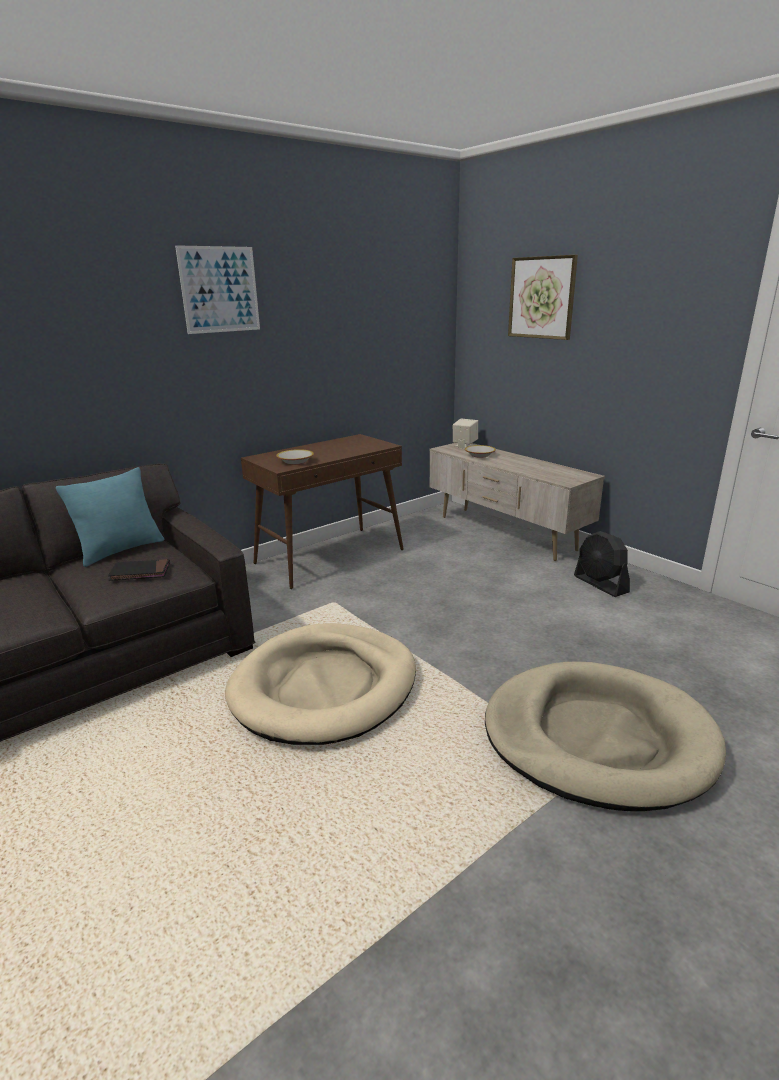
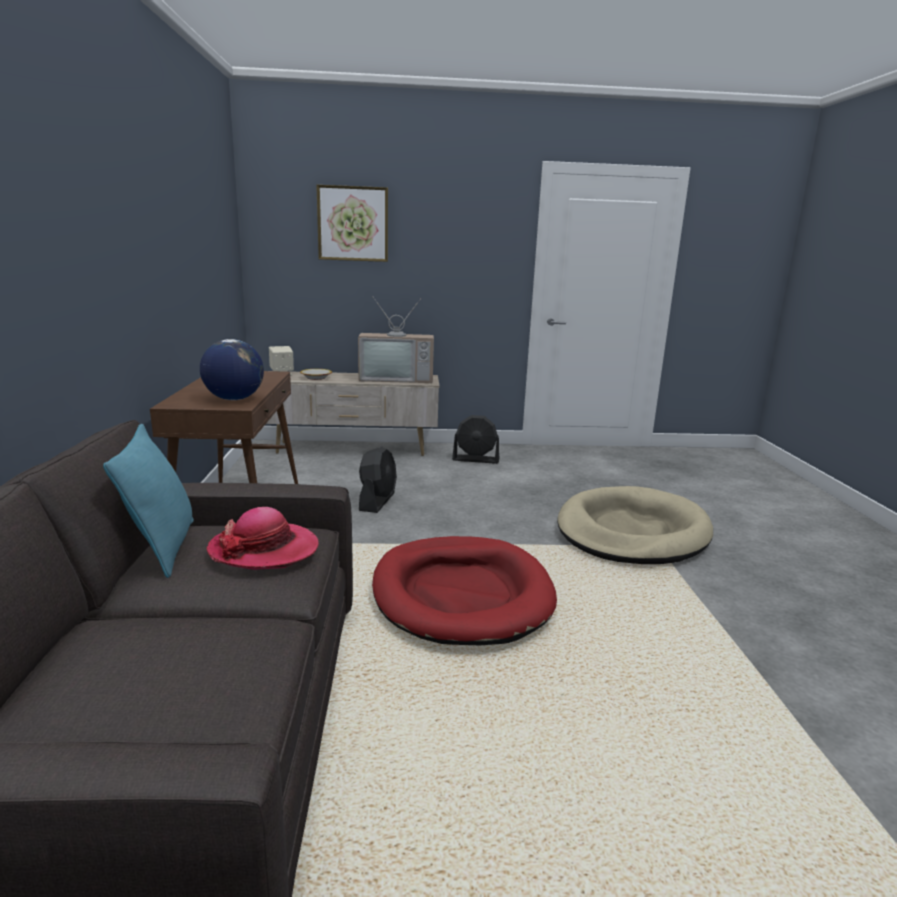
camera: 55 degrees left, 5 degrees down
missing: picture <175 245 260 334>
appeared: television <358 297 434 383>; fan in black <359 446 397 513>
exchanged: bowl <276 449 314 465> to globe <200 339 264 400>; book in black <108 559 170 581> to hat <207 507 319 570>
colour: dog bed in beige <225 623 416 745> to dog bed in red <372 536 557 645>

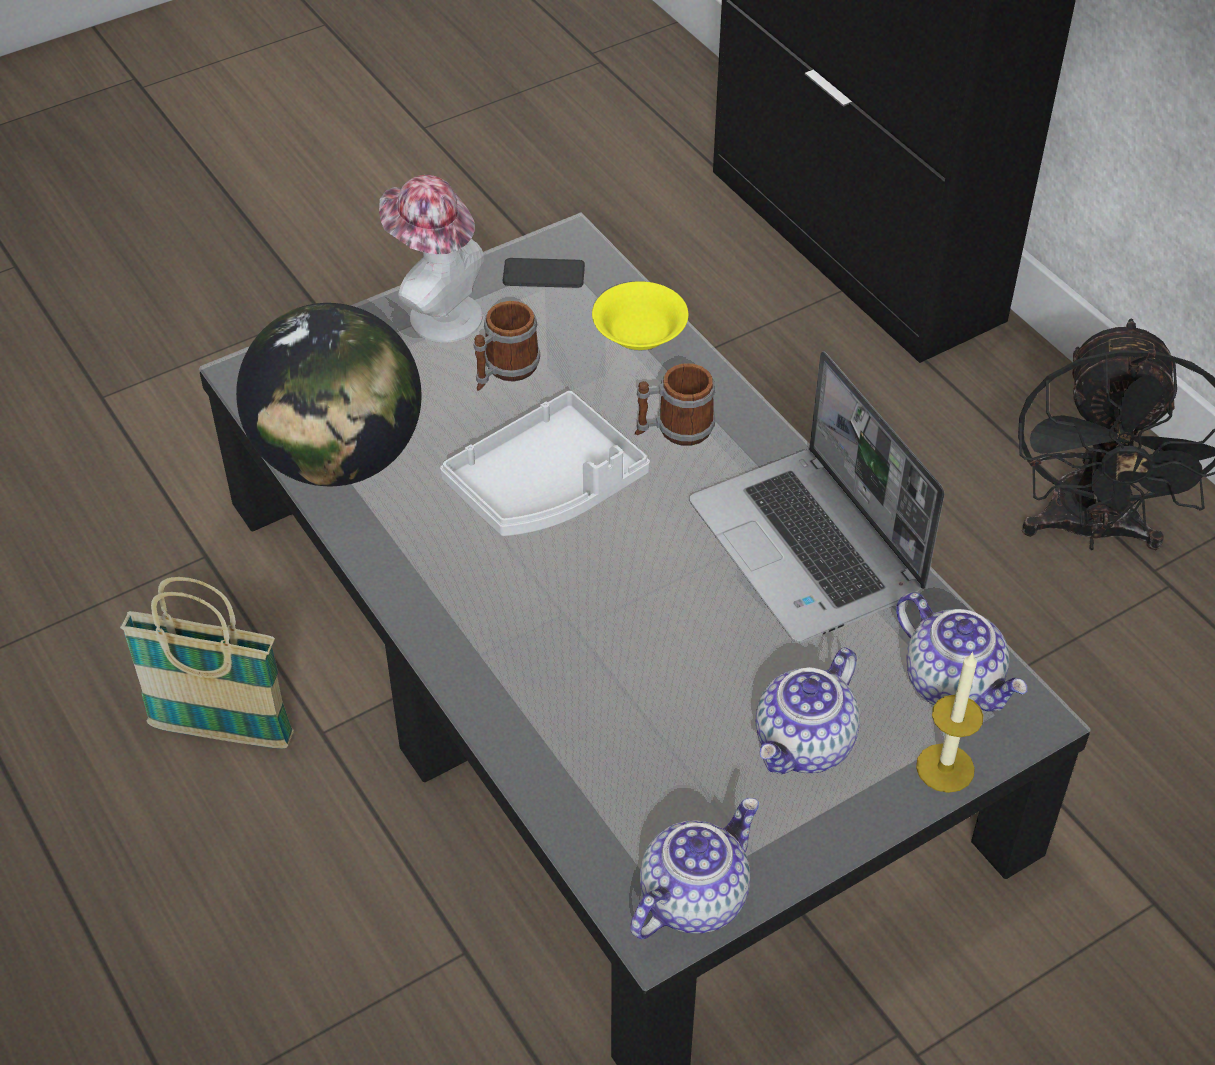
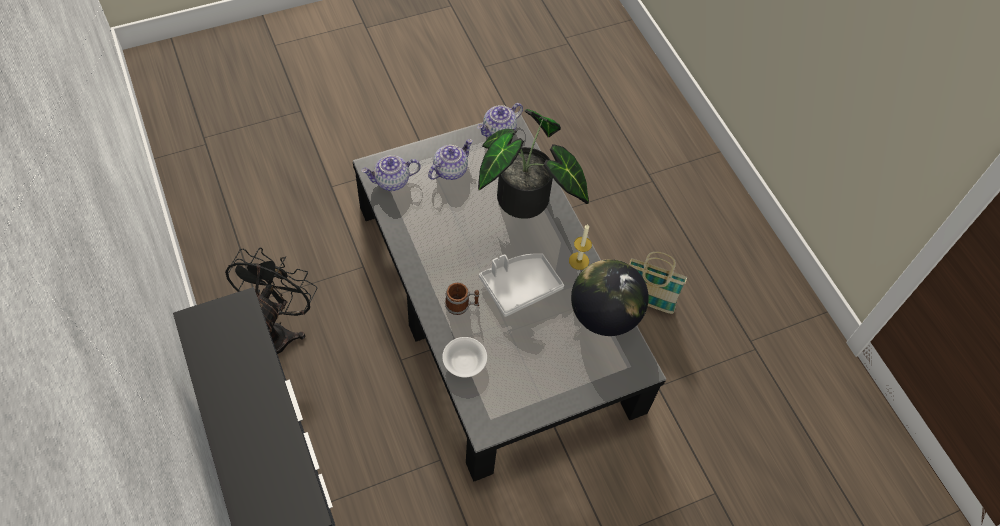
camera: 175 degrees left, 10 degrees up
missing: hat <379 175 484 343>; mug <474 301 540 391>; phone <503 258 585 288>; laptop <689 351 944 643>
appeared: potted plant <478 109 589 219>
relocated: candle <916 651 984 793> to <569 224 592 270>
colour: bowl in yellow <592 281 688 350> to bowl in white <442 337 487 377>
spun: teapot <896 592 1027 711> = <361 155 421 191> 75 degrees counterclockwise

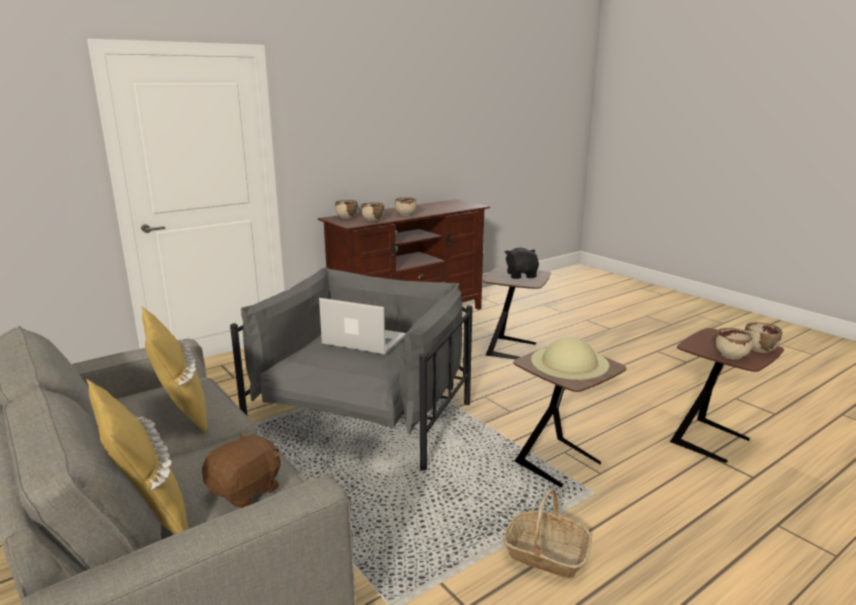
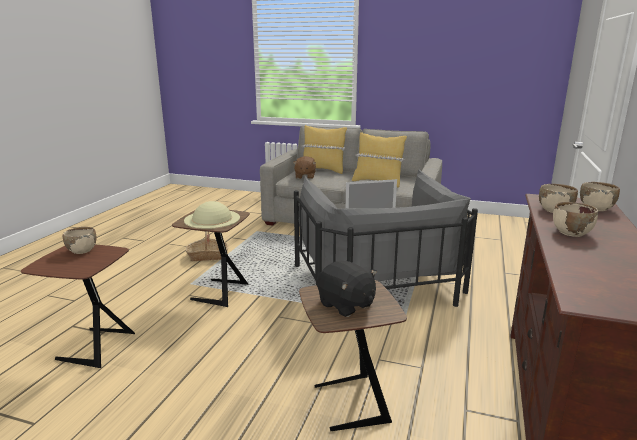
camera: 145 degrees right, 0 degrees up
missing: bowl in beige <745 322 782 353>

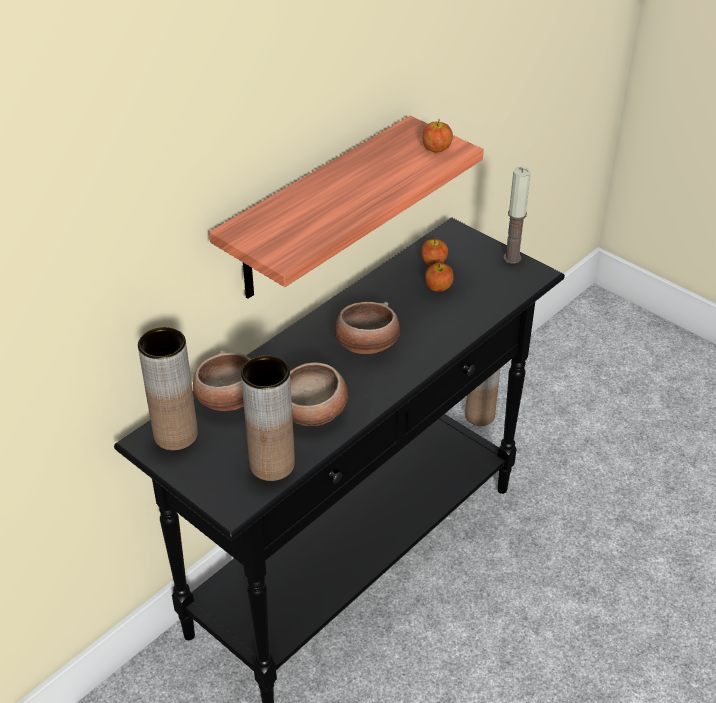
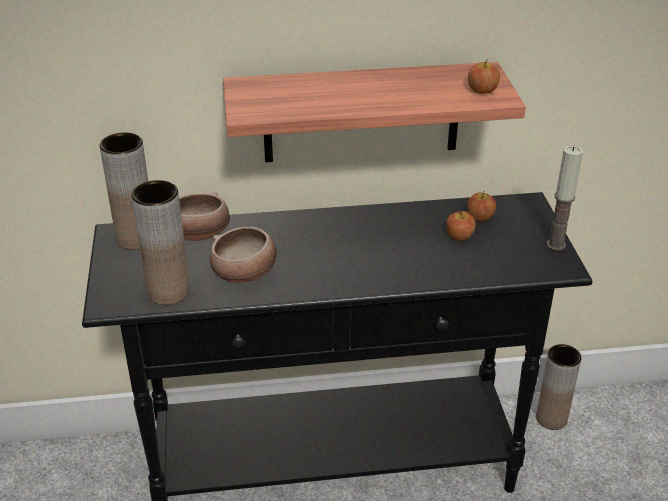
camera: 40 degrees right, 5 degrees down
missing: bowl <335 302 400 354>

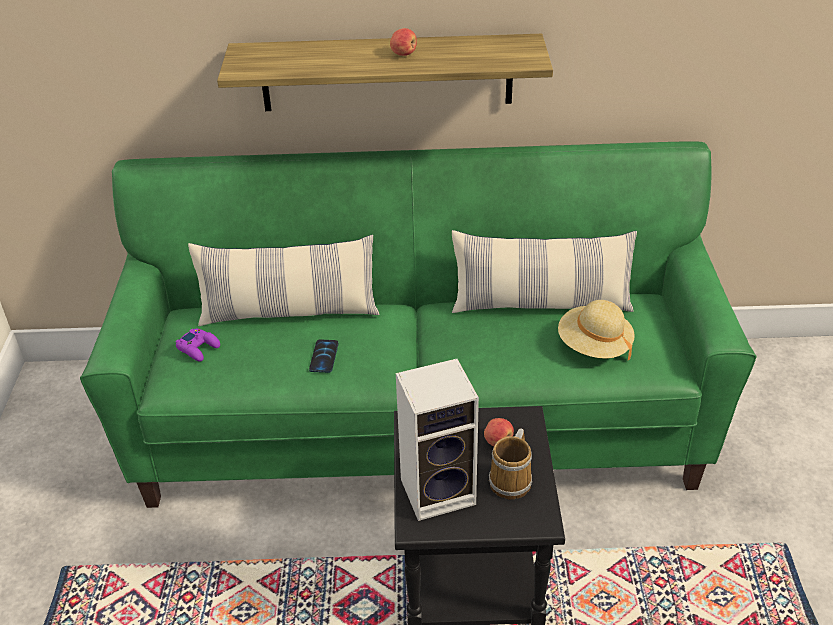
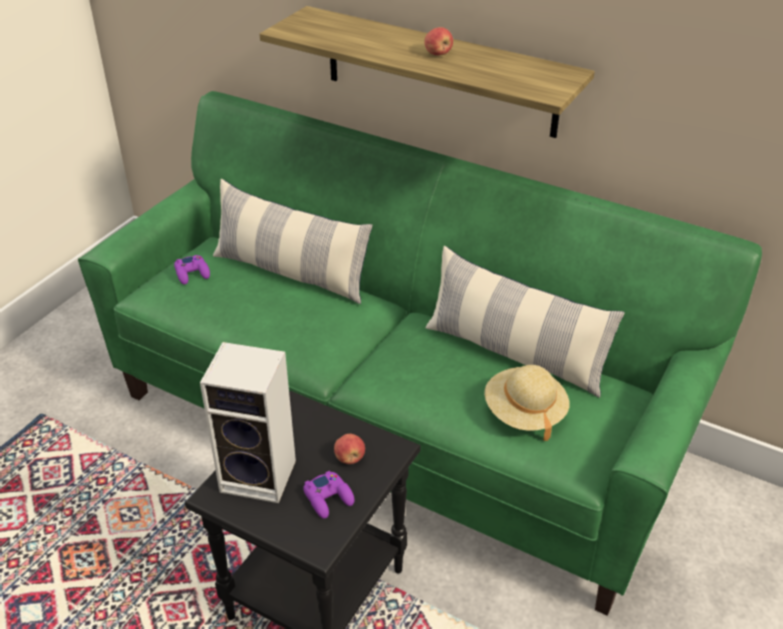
camera: 30 degrees right, 0 degrees up
missing: phone <309 340 338 373>
exchanged: mug <489 428 532 500> to game controller in purple <303 471 354 519>

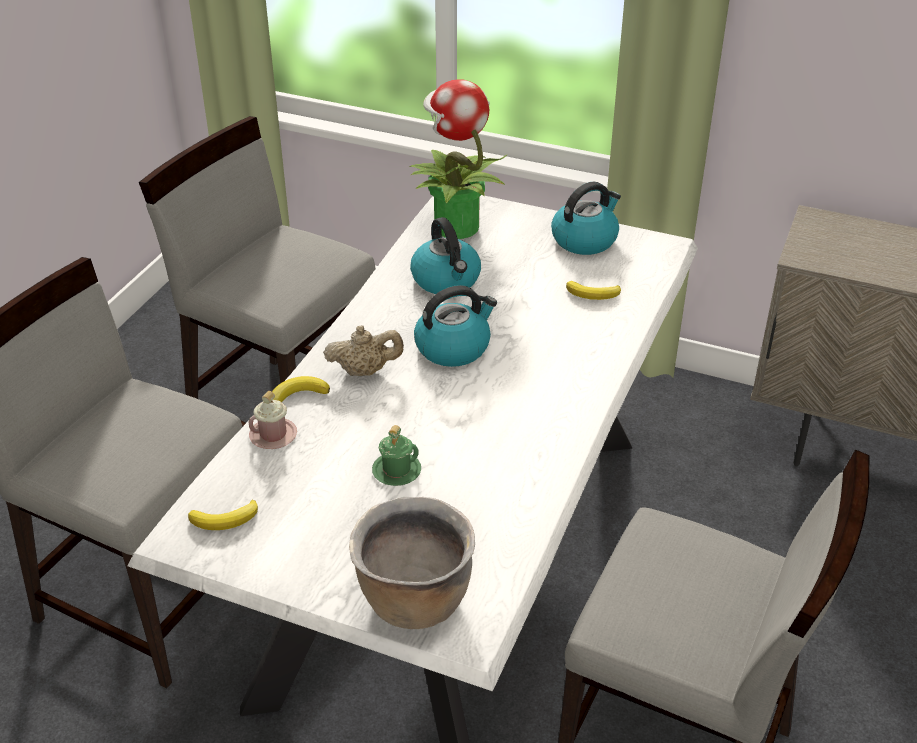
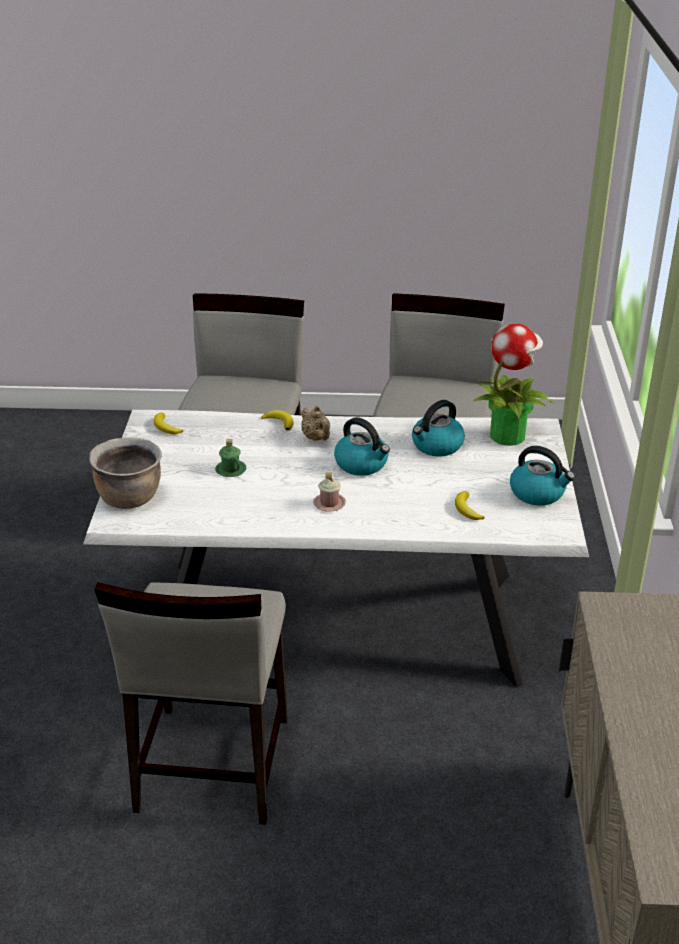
camera: 70 degrees right, 5 degrees down
relocated: mug in pink <249 391 297 449> to <313 472 346 512>

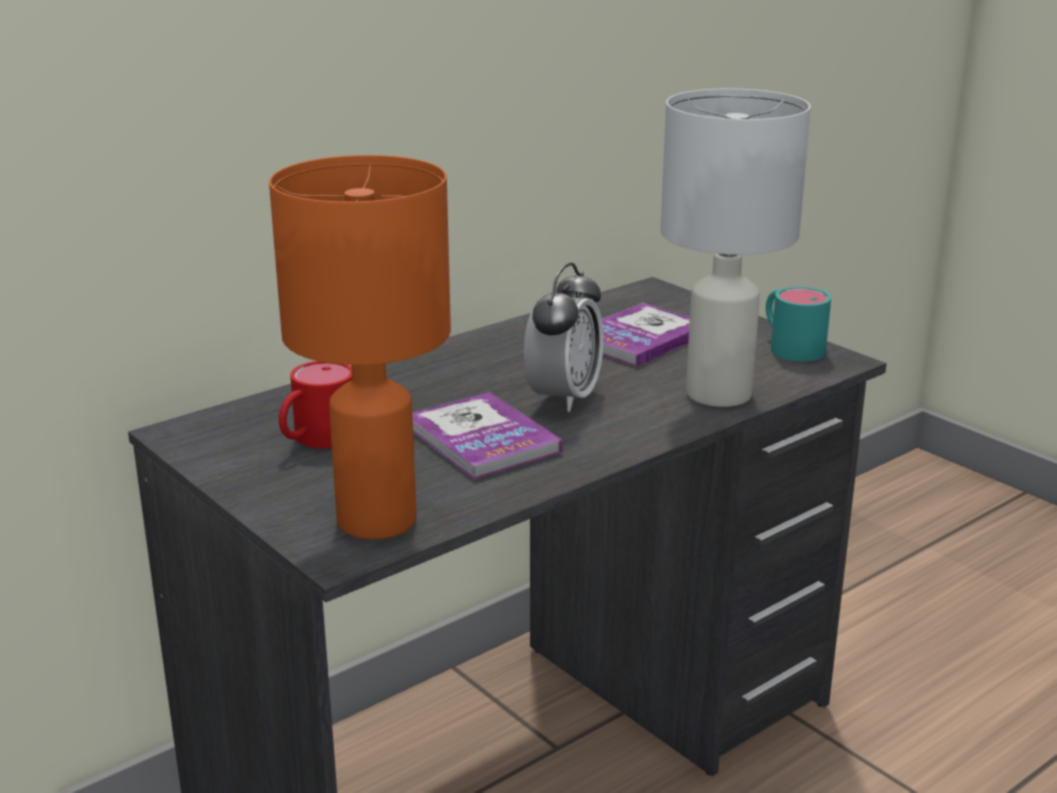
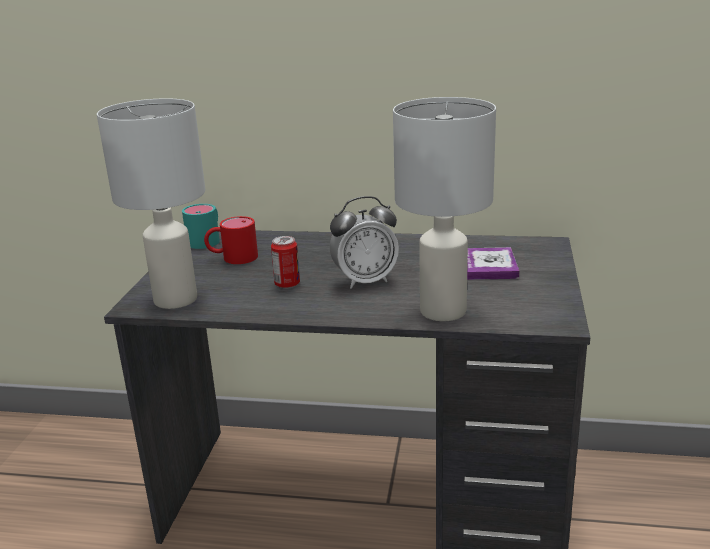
camera: 50 degrees right, 0 degrees up
relocated: mug in turquoise <766 287 831 362> to <182 204 220 249>
exchanged: book <412 392 563 479> to can <271 236 300 289>
colour: table lamp in orange <269 155 451 540> to table lamp in white <97 98 205 309>

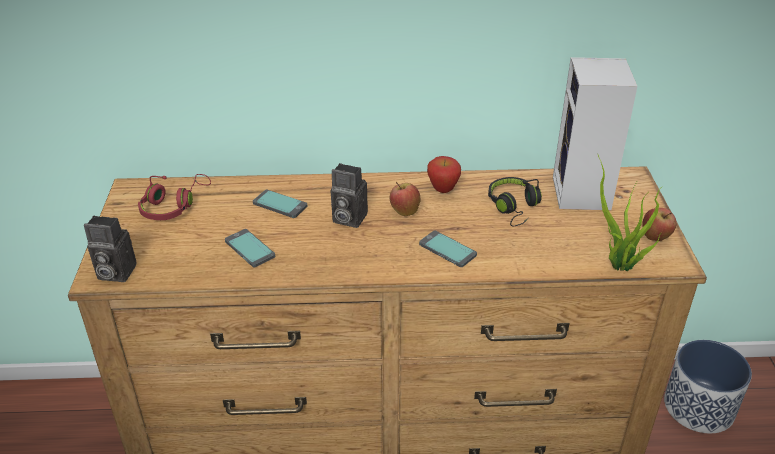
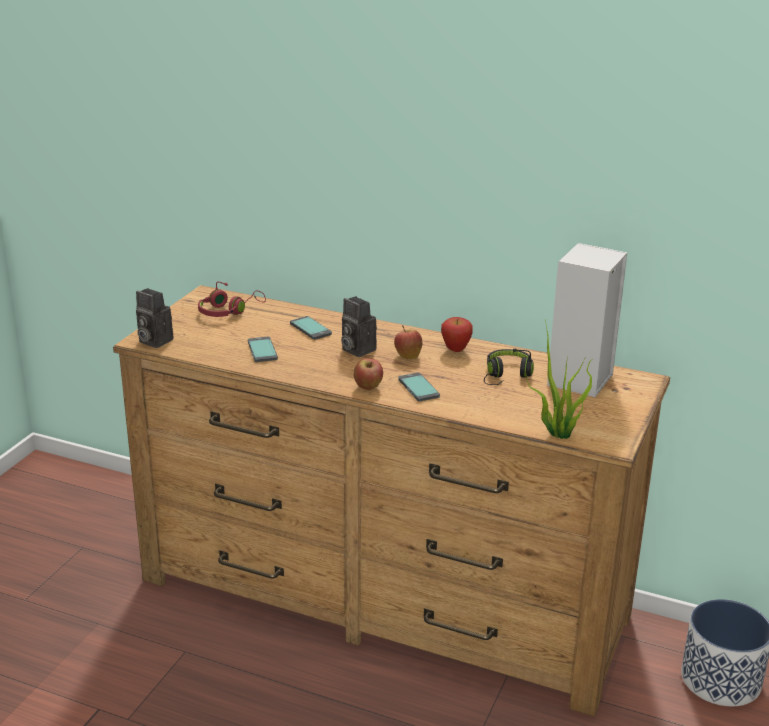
camera: 25 degrees right, 10 degrees down
relocated: apple <642 208 676 241> to <354 358 383 390>

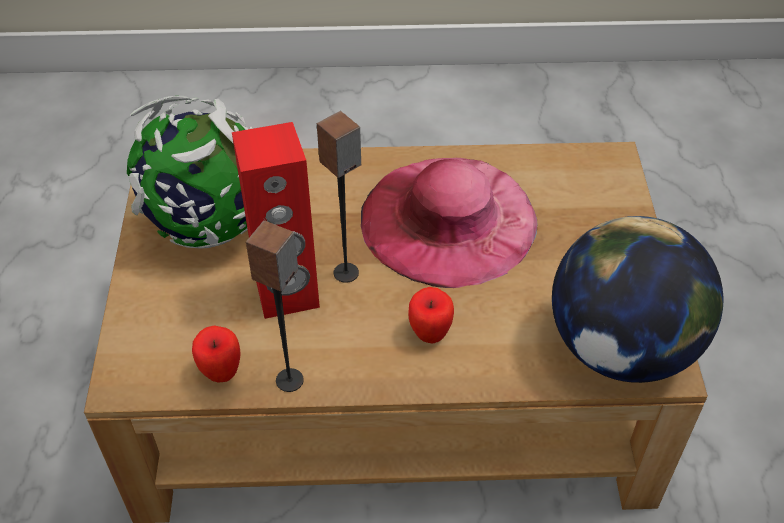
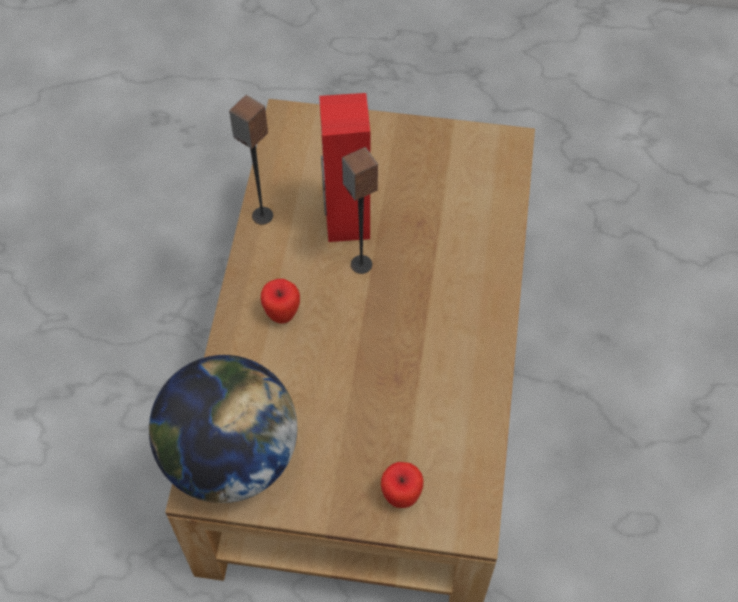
camera: 100 degrees right, 10 degrees up
missing: globe <127 96 253 249>; hat in pink <361 158 537 288>
relocated: apple <192 325 240 383> to <381 462 423 508>

